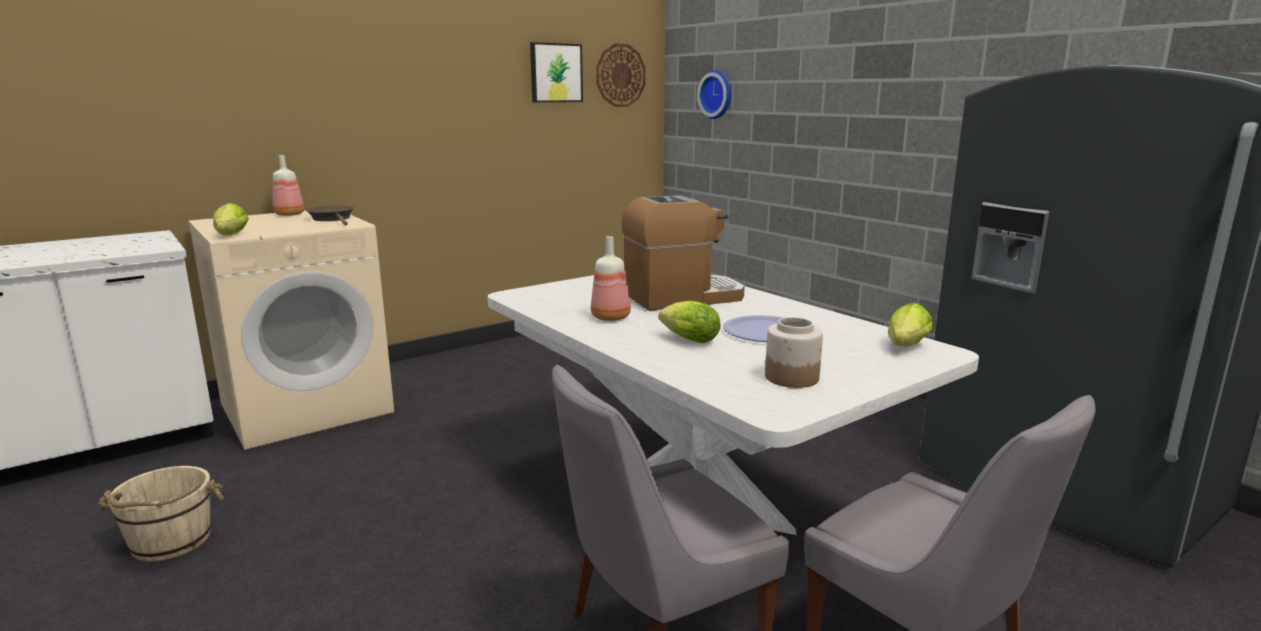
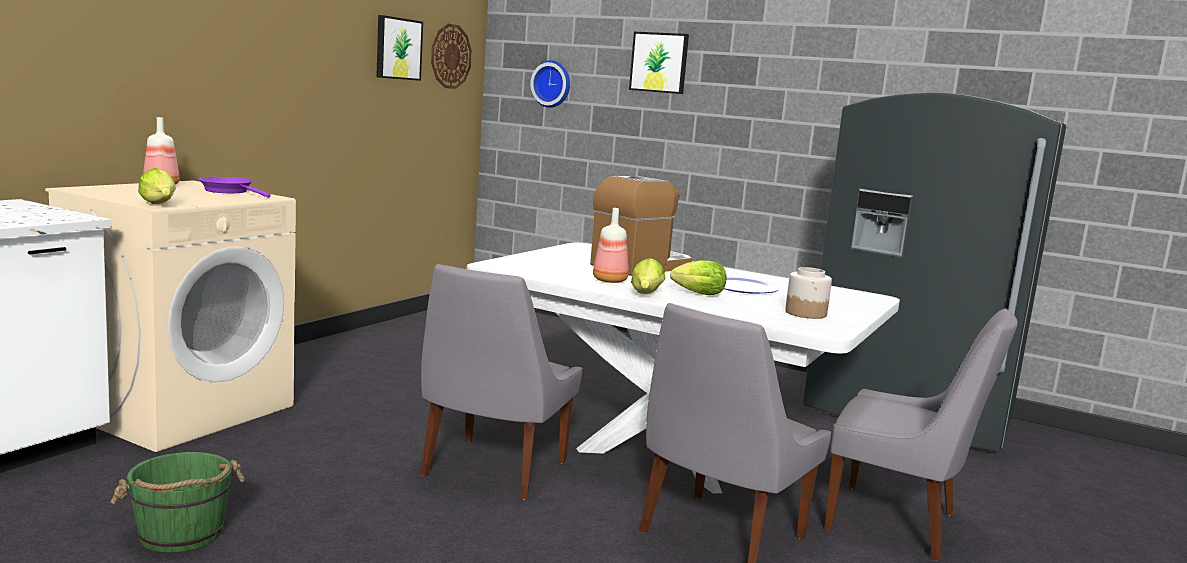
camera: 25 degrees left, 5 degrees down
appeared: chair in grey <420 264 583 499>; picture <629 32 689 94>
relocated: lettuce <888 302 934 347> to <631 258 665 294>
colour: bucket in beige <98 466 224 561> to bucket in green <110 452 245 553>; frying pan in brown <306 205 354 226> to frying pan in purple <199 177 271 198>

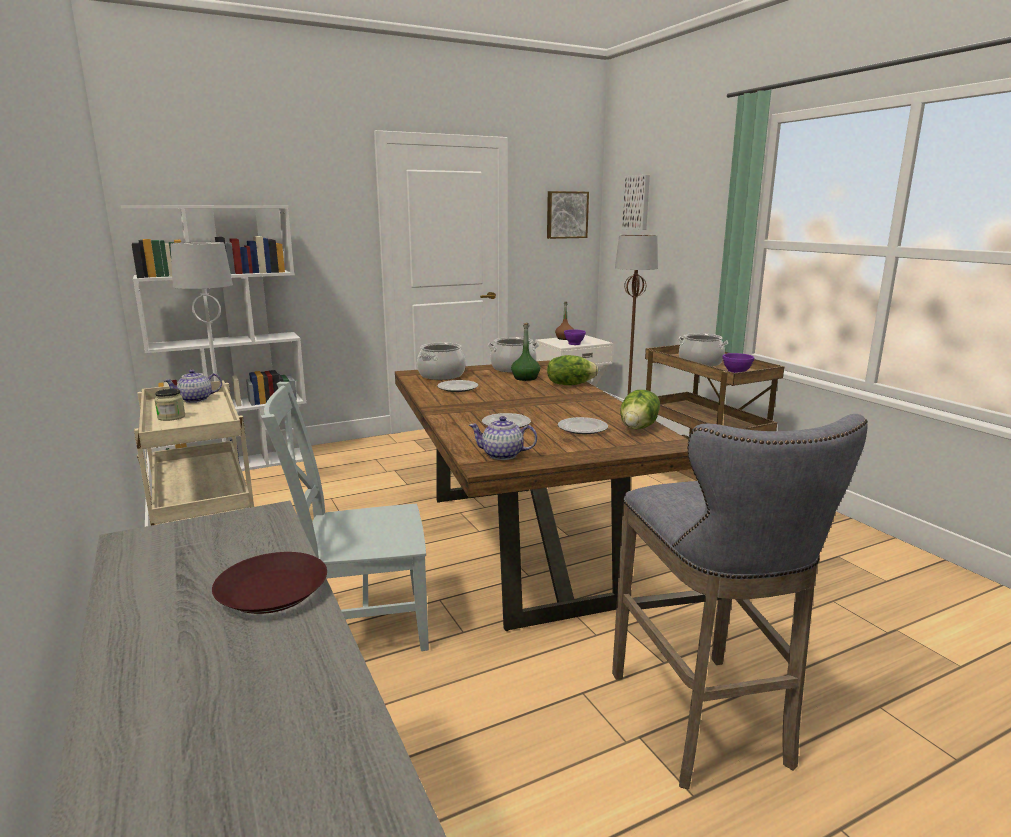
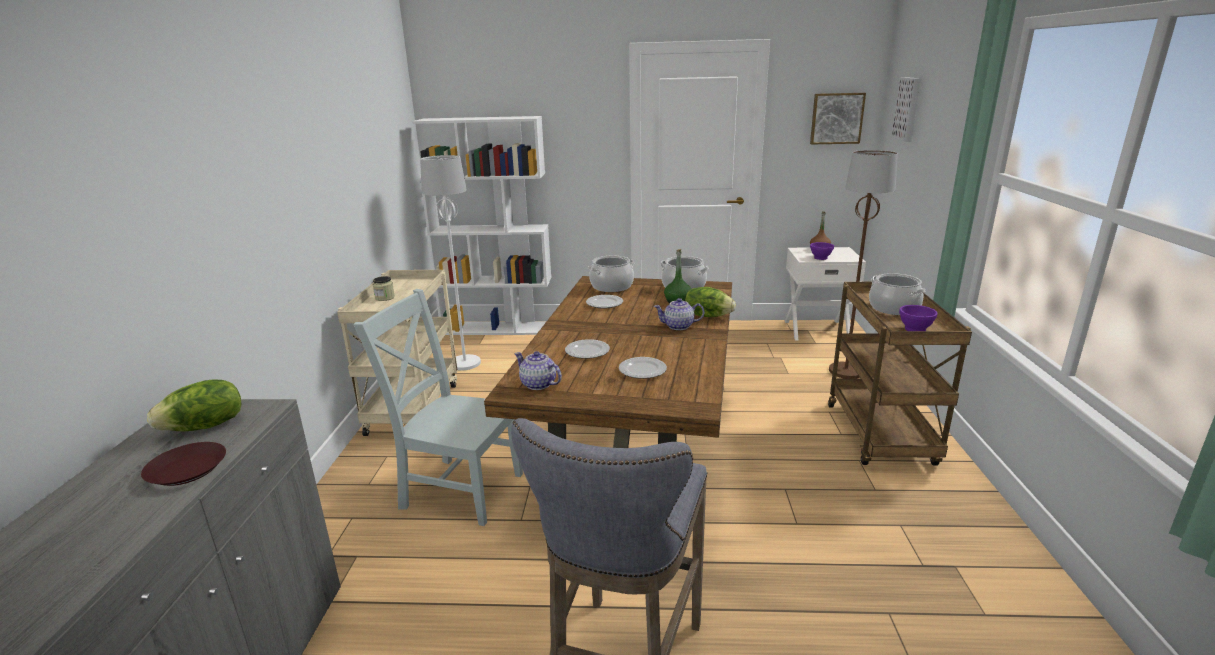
camera: 30 degrees right, 5 degrees up
relocated: lettuce <620 390 660 430> to <147 379 241 431>; teapot <164 370 222 403> to <654 298 704 330>

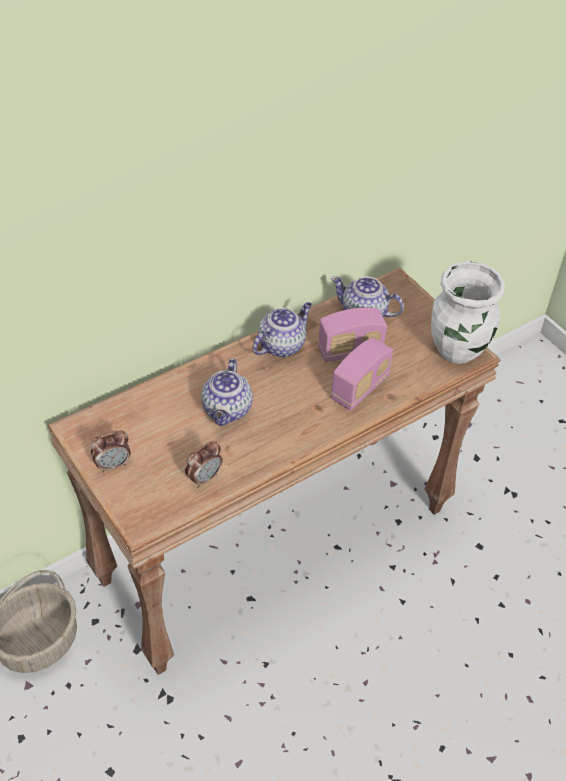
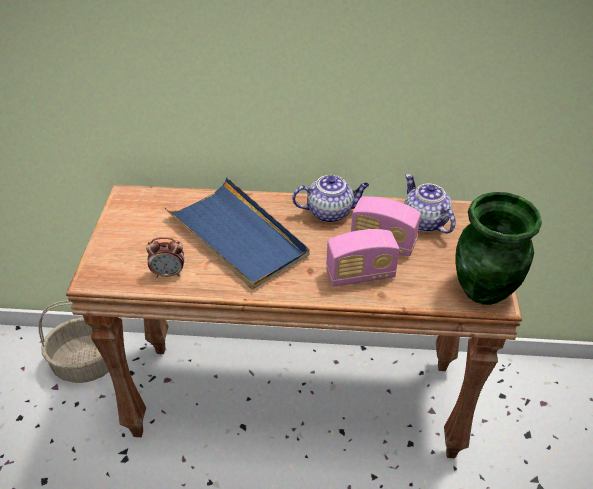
camera: 40 degrees right, 5 degrees down
missing: alarm clock <91 430 131 473>
exchanged: teapot <201 358 253 426> to tray in blue <165 177 310 289>
colour: vase in white <431 261 505 364> to vase in green <455 192 542 305>

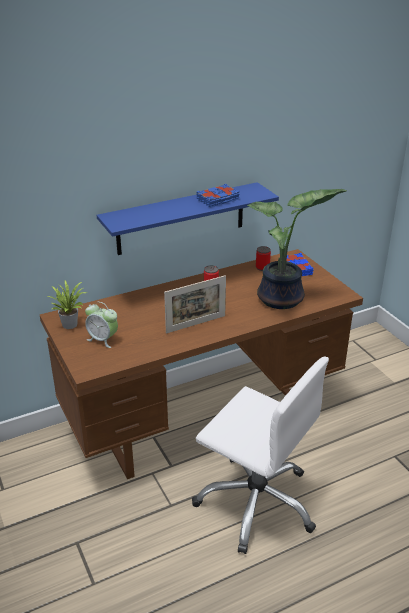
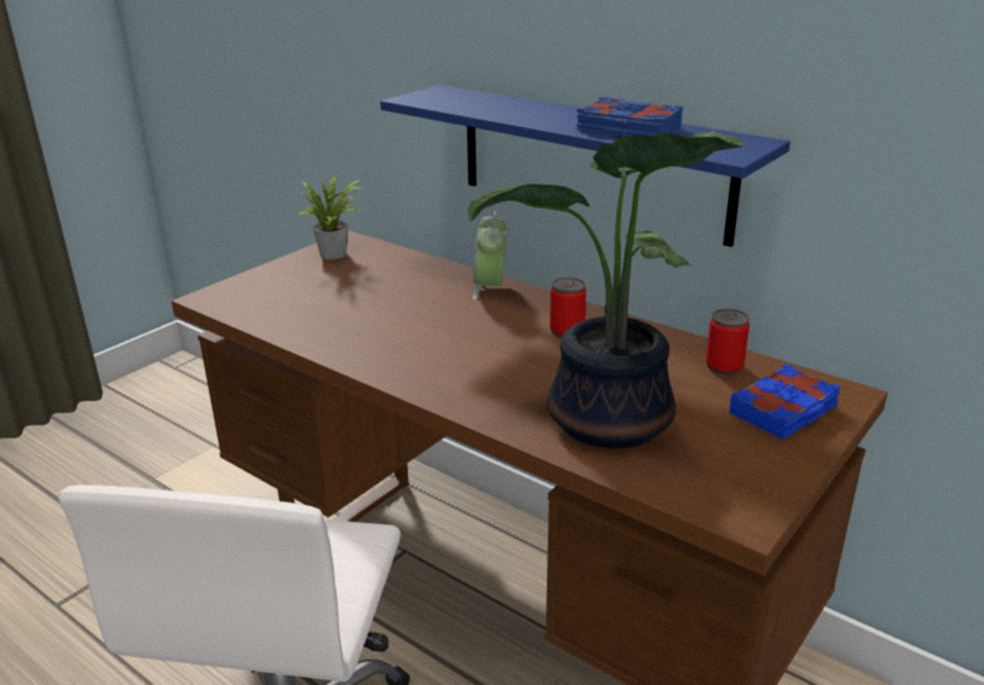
camera: 65 degrees right, 5 degrees down
missing: picture frame <164 275 226 334>
relocated: alarm clock <85 302 118 348> to <473 211 507 300>

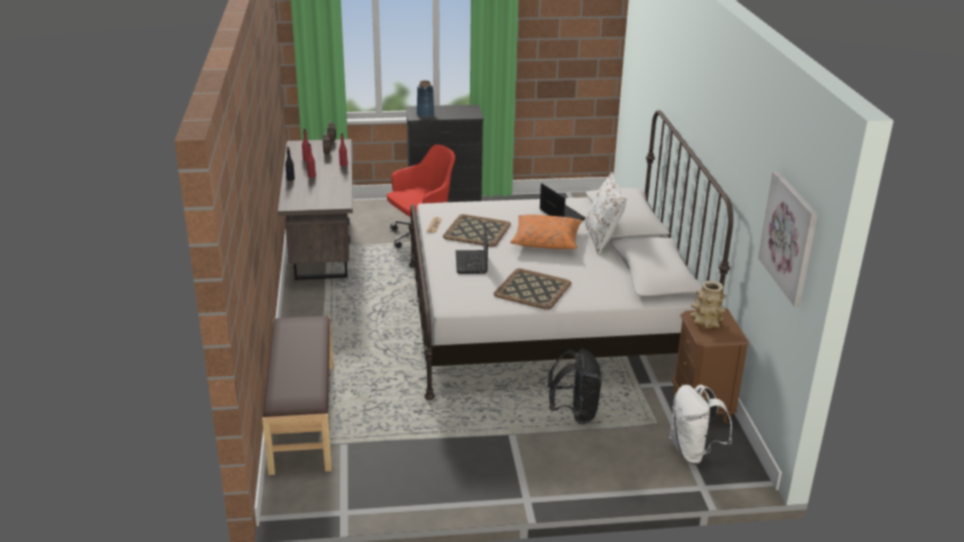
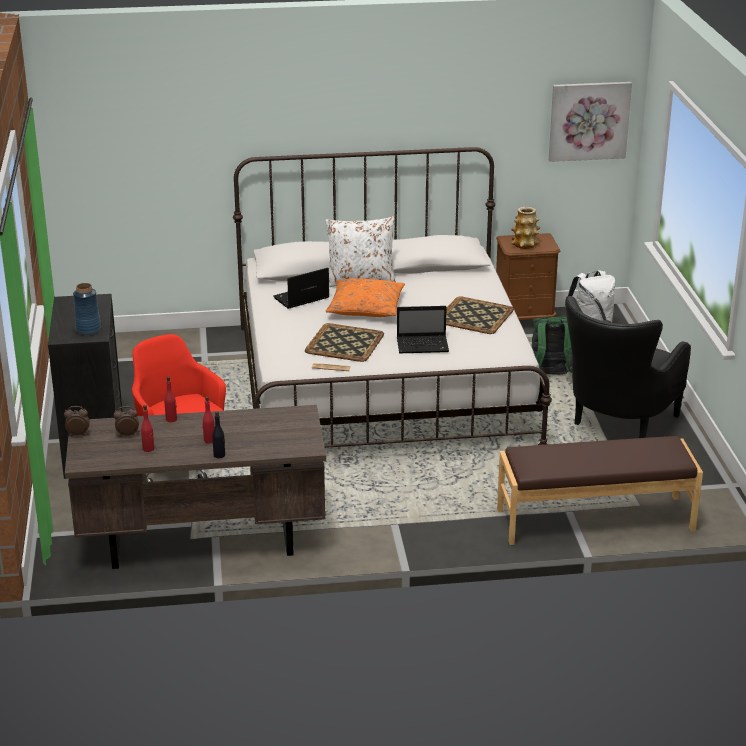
camera: 90 degrees left, 0 degrees up
appeared: armchair in black <565 296 691 438>
colour: backpack in black <548 348 602 425> to backpack in green <532 317 572 375>

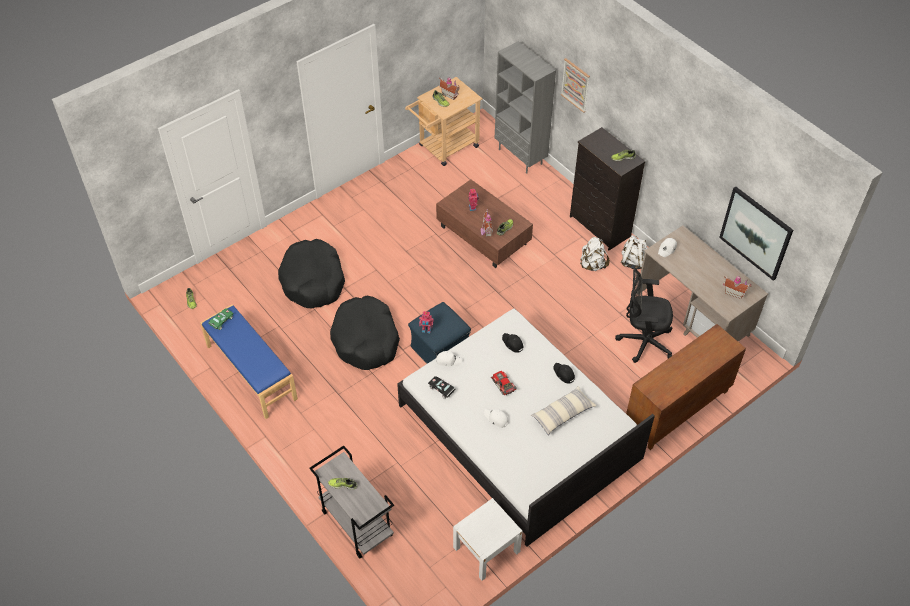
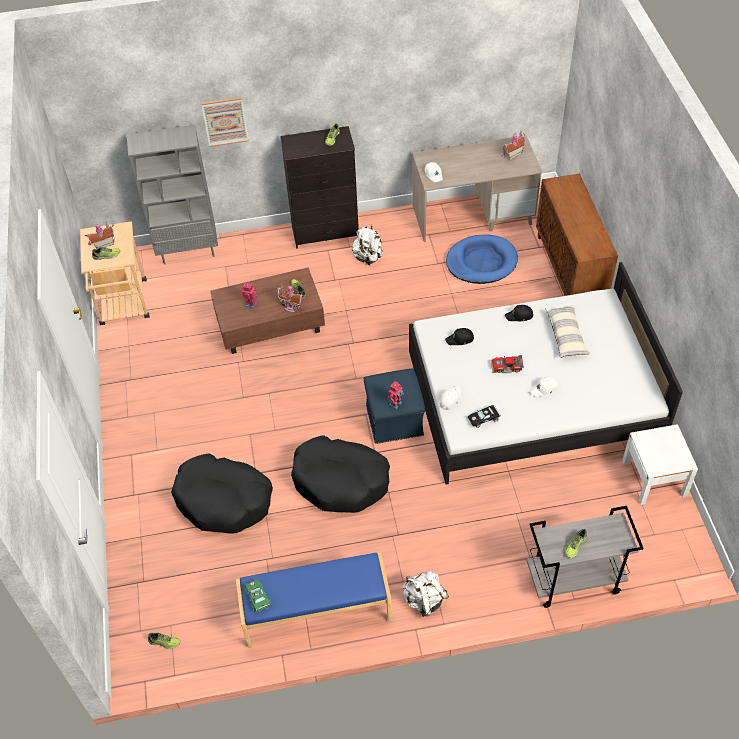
camera: 60 degrees left, 0 degrees up
missing: picture <719 187 793 281>
relocated: backpack in white <621 235 648 269> to <402 571 449 617>
exchanged: office chair in black <615 269 673 363> to dog bed in blue <446 234 518 284>

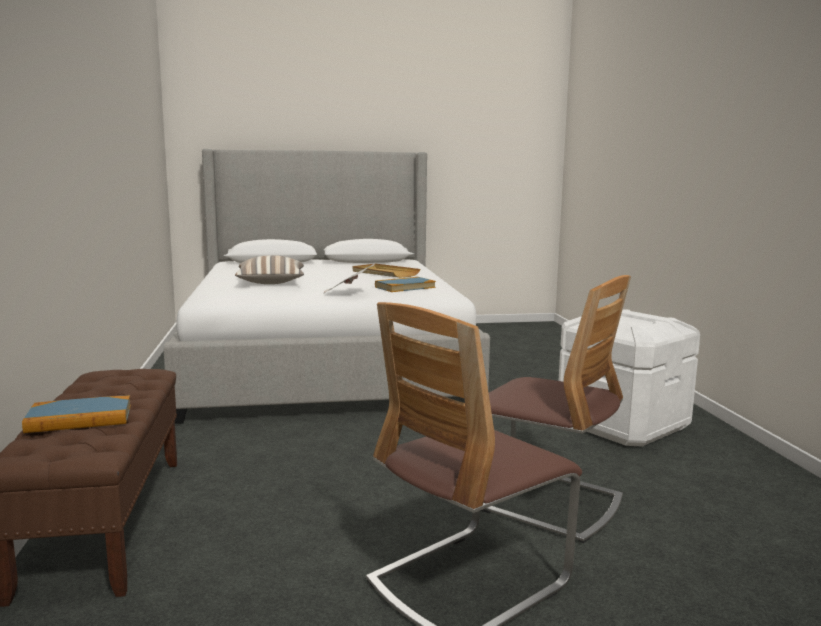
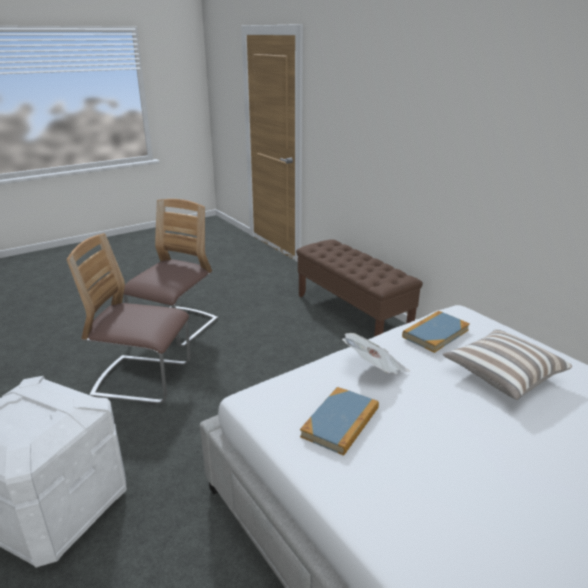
camera: 155 degrees right, 15 degrees up
missing: tray in beige <352 264 420 278>
relocated: book <22 395 131 433> to <402 311 470 353>

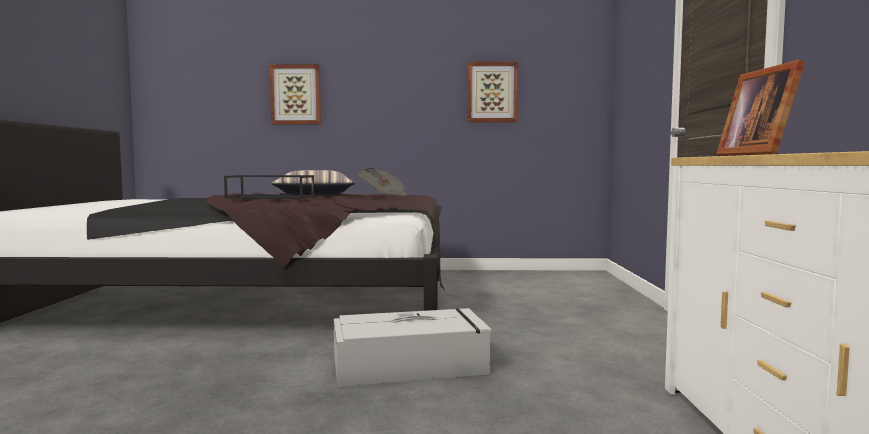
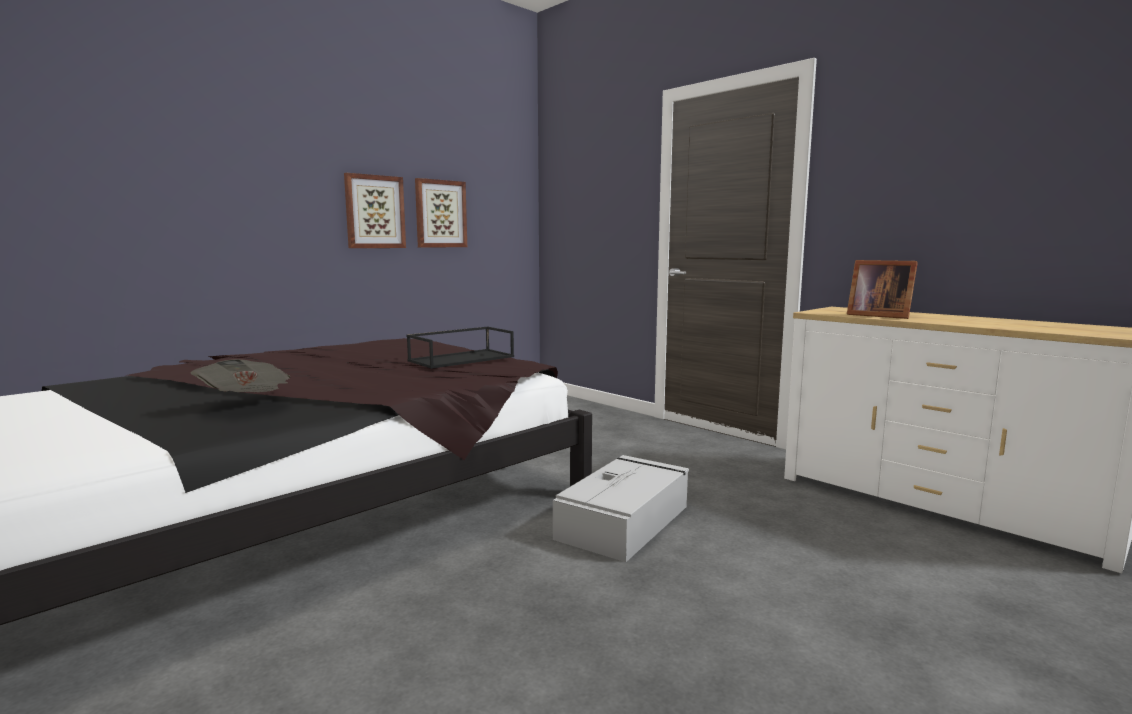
camera: 45 degrees left, 5 degrees up
missing: pillow <271 170 355 195>
relocated: newspaper <357 167 407 196> to <190 359 290 392>; picture <269 64 321 124> to <344 173 406 248>; tray in black <224 175 315 199> to <406 327 514 369>

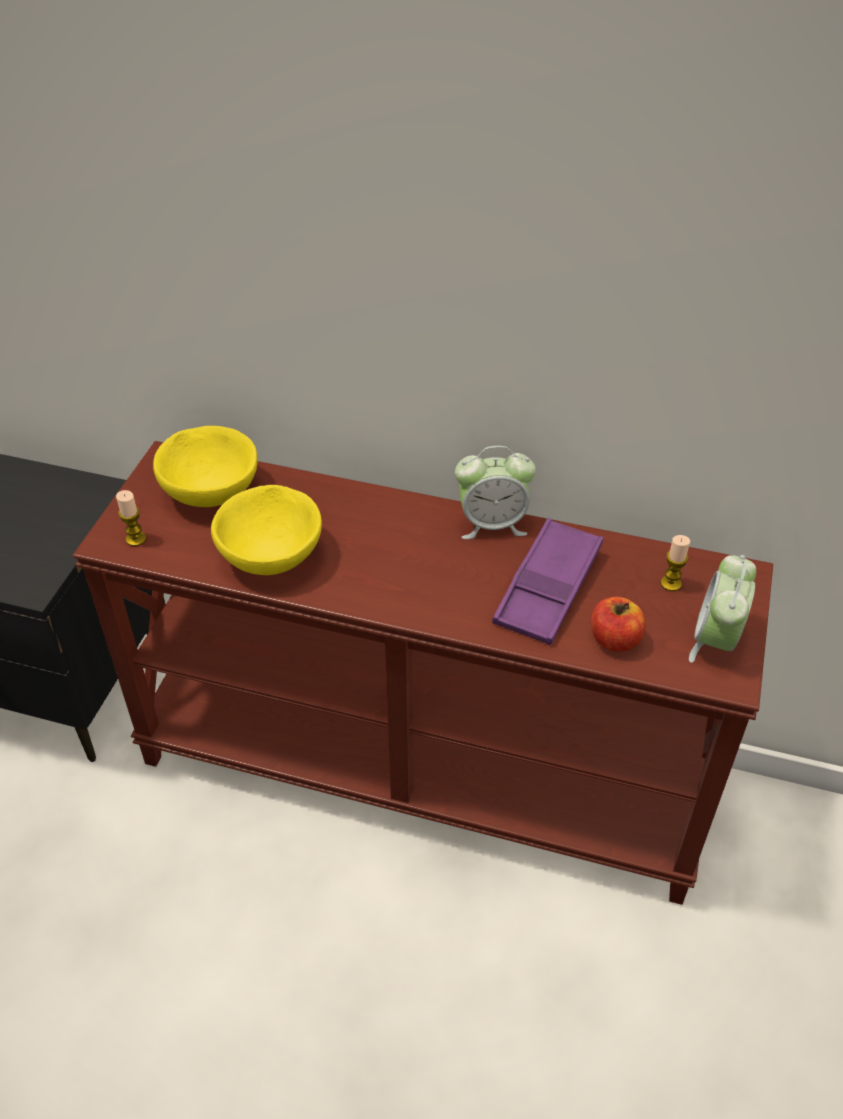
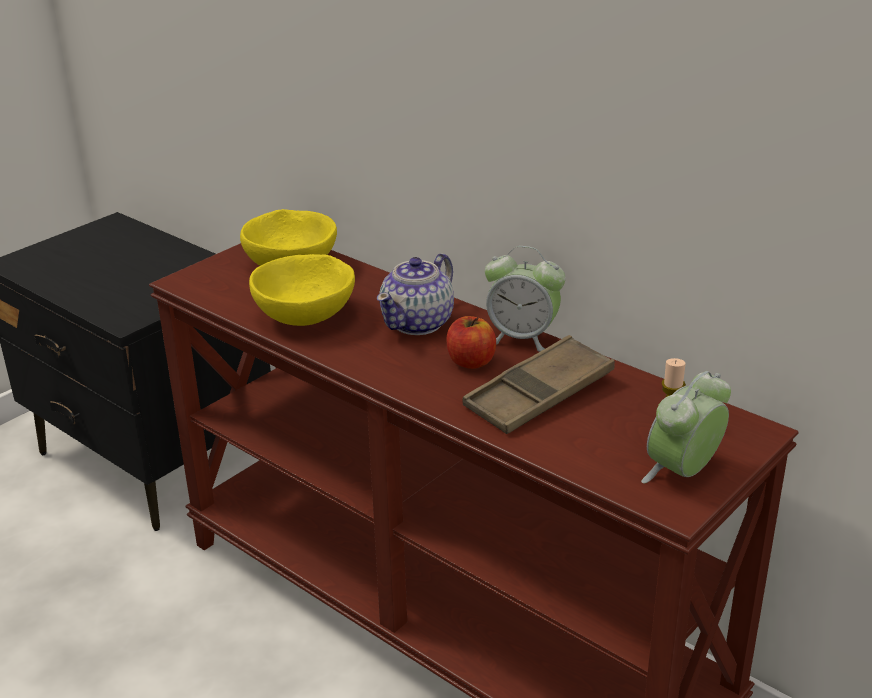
camera: 25 degrees right, 15 degrees down
missing: candle <116 490 146 546>
appeared: teapot <377 253 454 335>
relocated: apple <591 597 646 652> to <447 316 496 369>
colour: tray in purple <492 518 603 645> to tray in brown <462 335 615 434>

